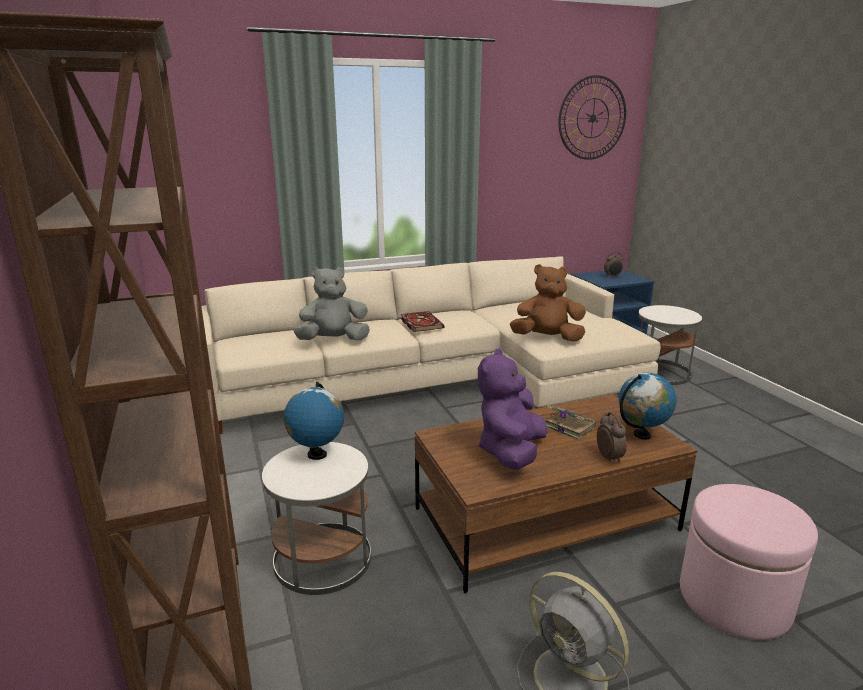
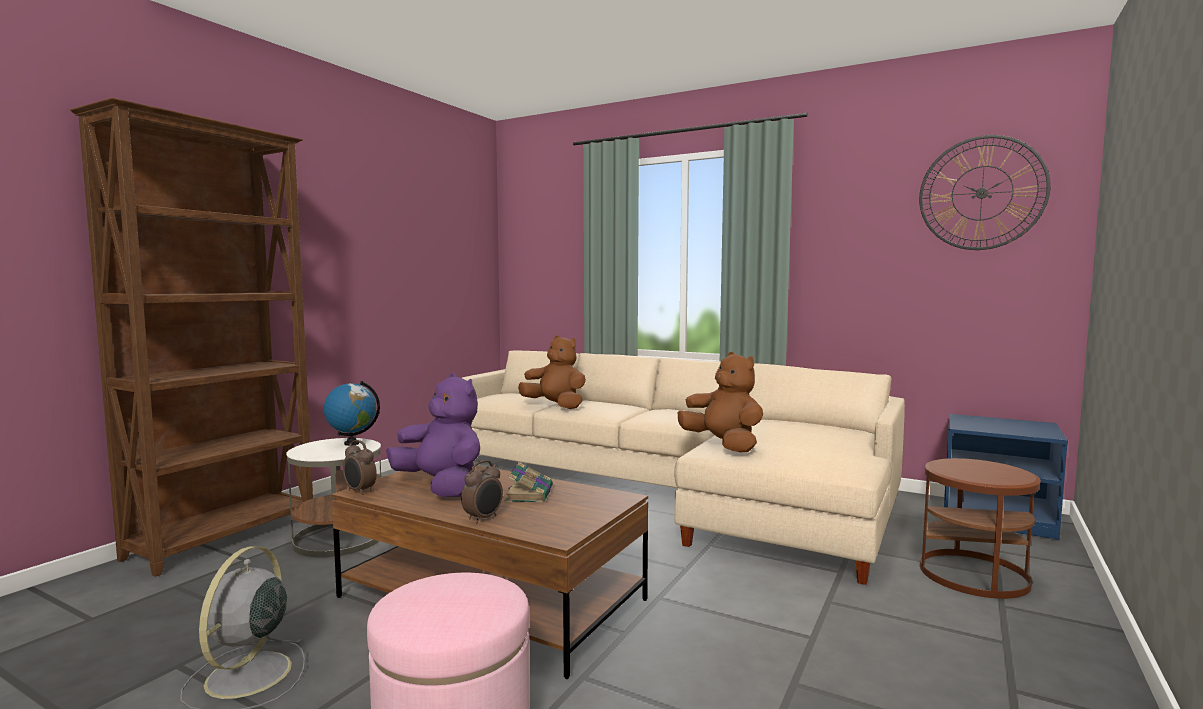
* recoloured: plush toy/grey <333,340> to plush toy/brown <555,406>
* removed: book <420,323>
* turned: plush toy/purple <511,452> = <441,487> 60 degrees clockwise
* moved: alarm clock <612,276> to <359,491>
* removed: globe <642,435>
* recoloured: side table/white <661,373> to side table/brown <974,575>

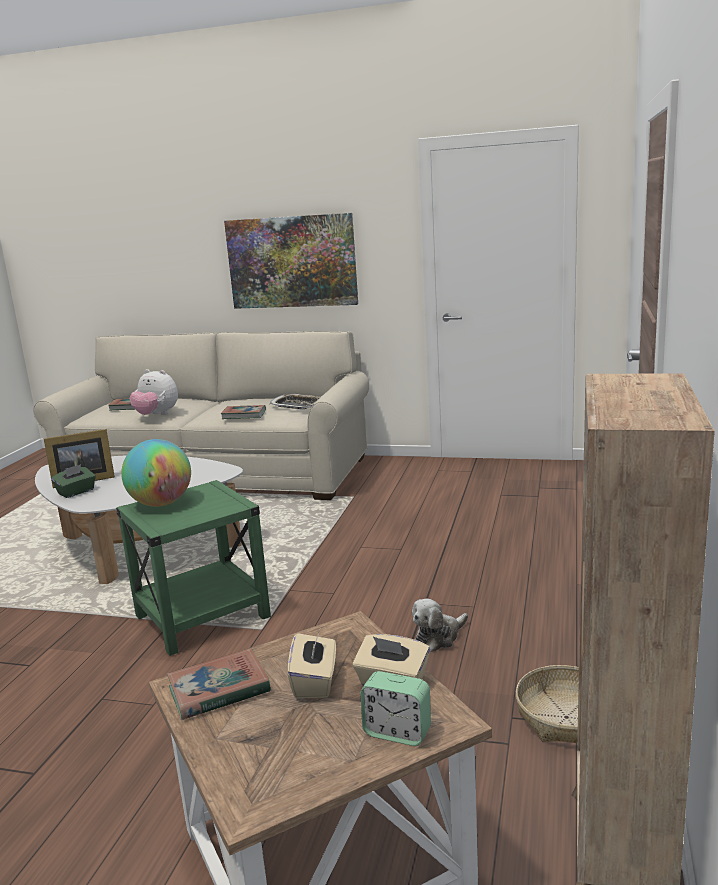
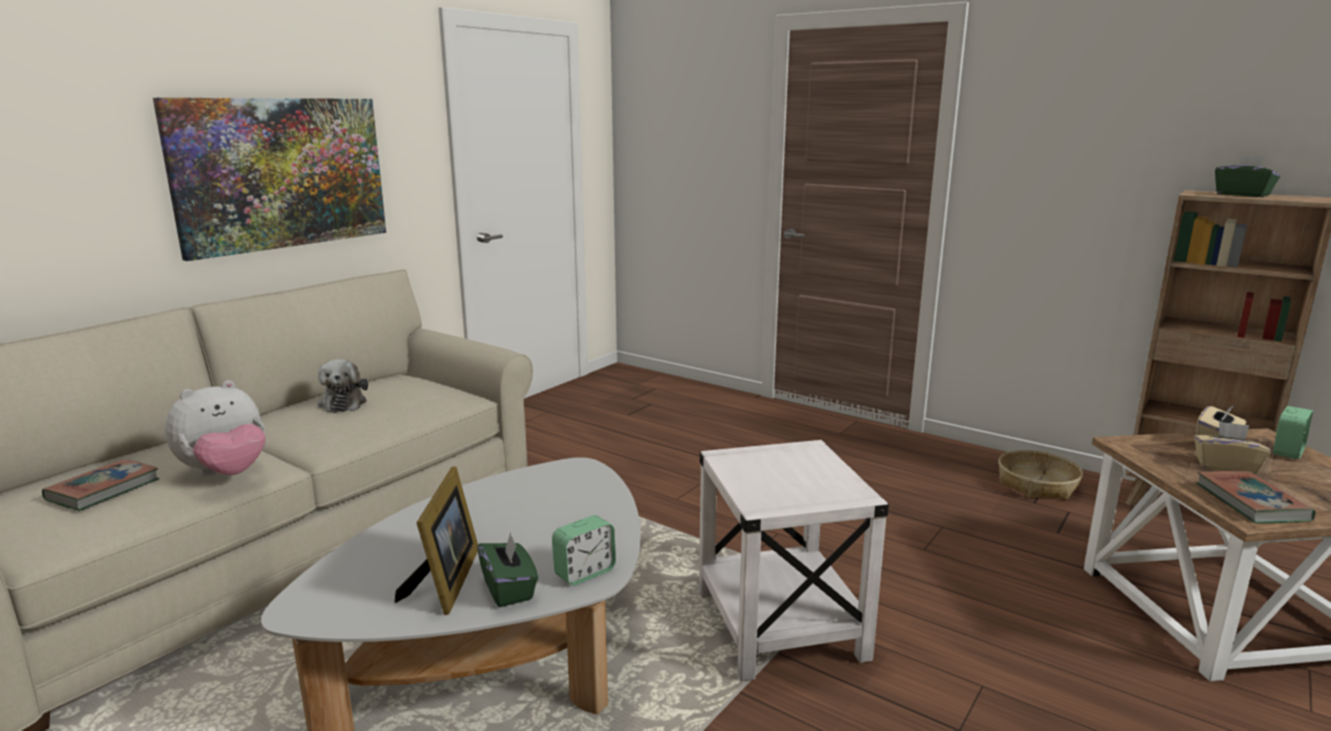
* recoloured: side table/green <203,616> to side table/white <779,624>
* removed: globe <161,504>
* removed: book <244,415>
* removed: tray <297,405>
* moved: plush toy <439,637> to <343,403>
* added: alarm clock <585,573>
* added: tissue box/green <1242,195>

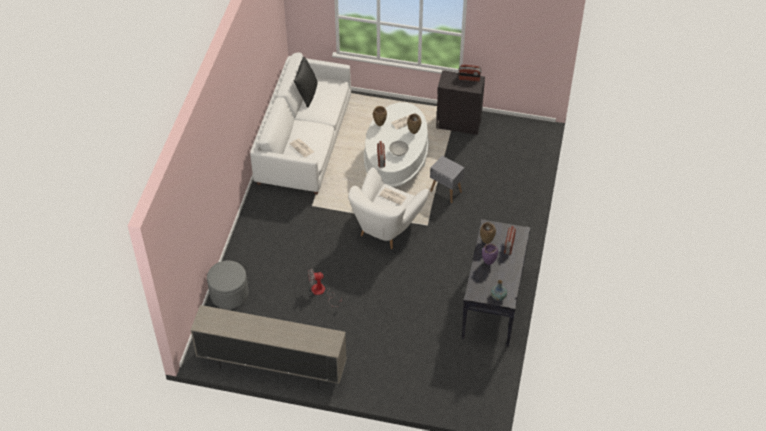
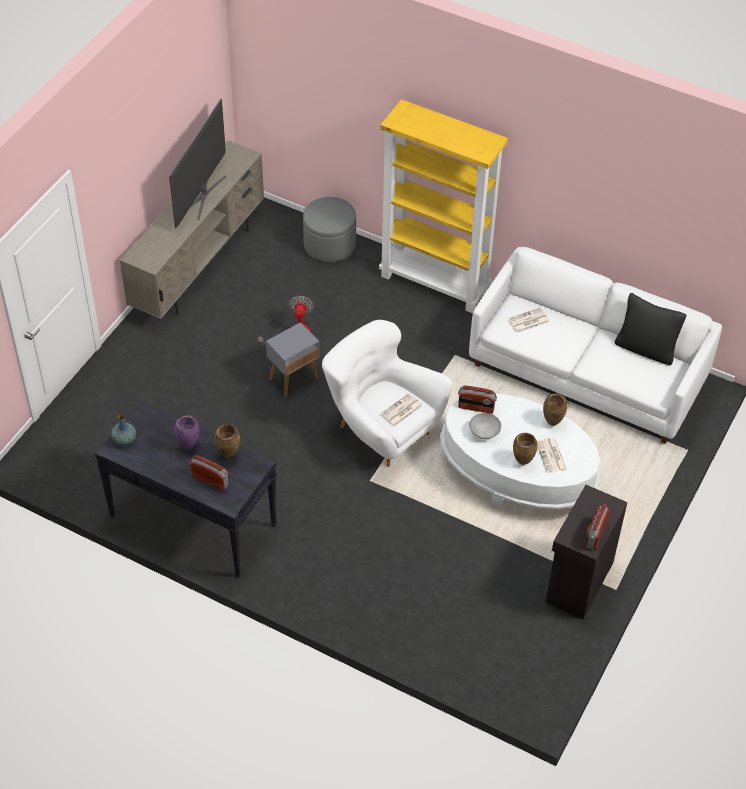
* moved: side table/grey <445,191> to <294,378>
* added: television <202,194>
* added: bookcase/yellow <435,283>

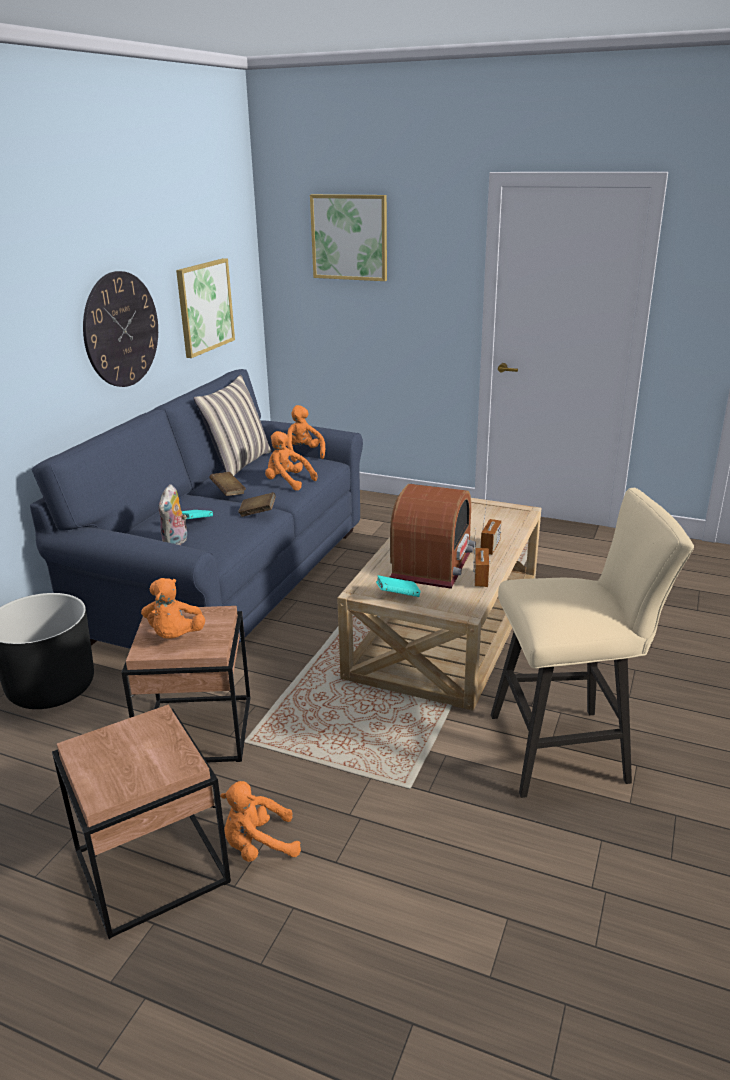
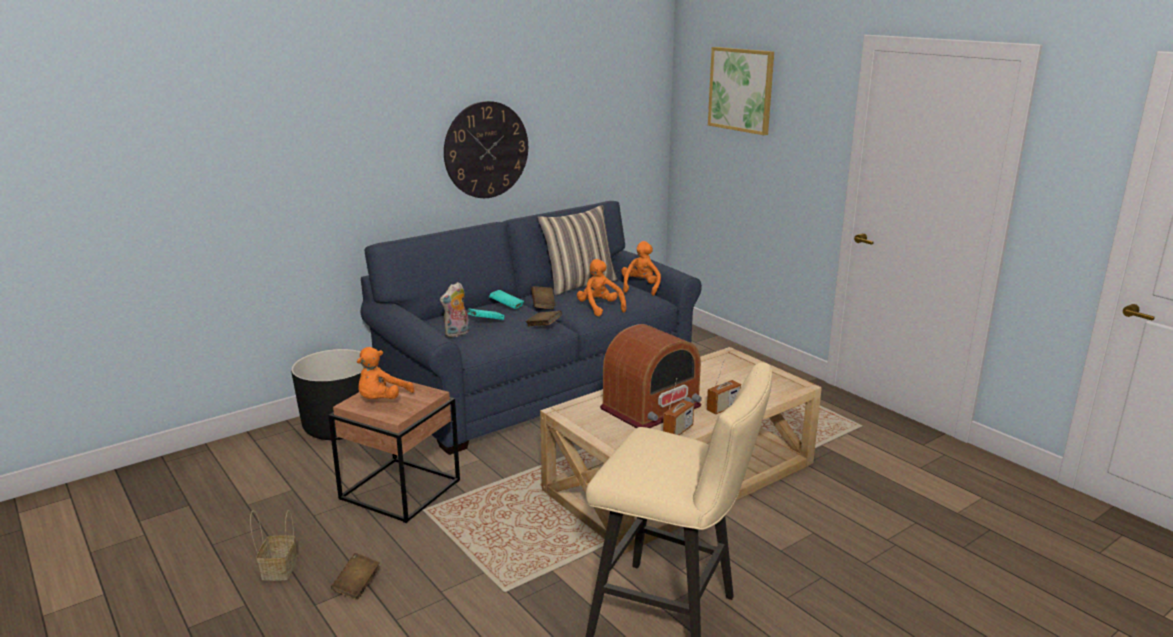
* replaced: side table/brown <150,866> to basket <279,568>
* removed: picture <204,307>
* replaced: plush toy/orange <258,846> to book/brown <357,585>
* moved: book/turquoise <398,596> to <506,307>

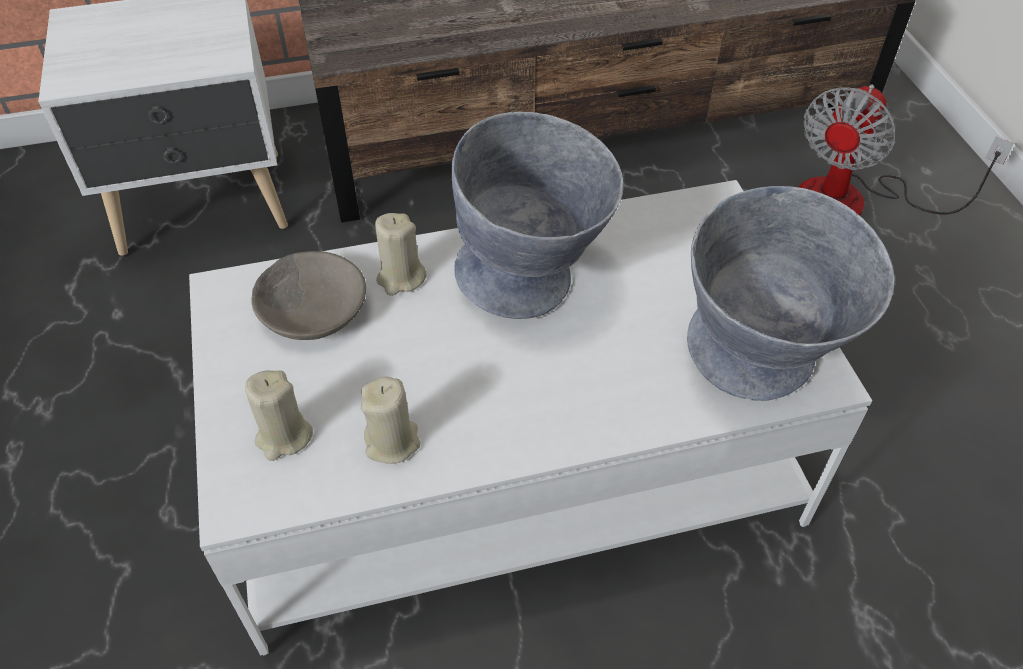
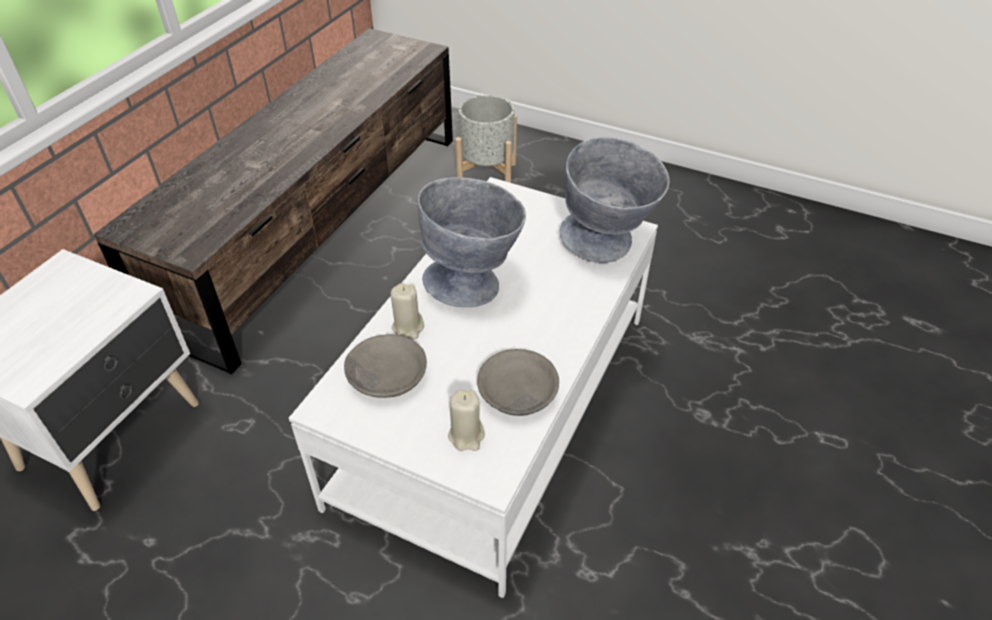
* replaced: candle/beige <392,442> to bowl/grey <517,393>
* replaced: fan <854,202> to planter/grey <486,175>

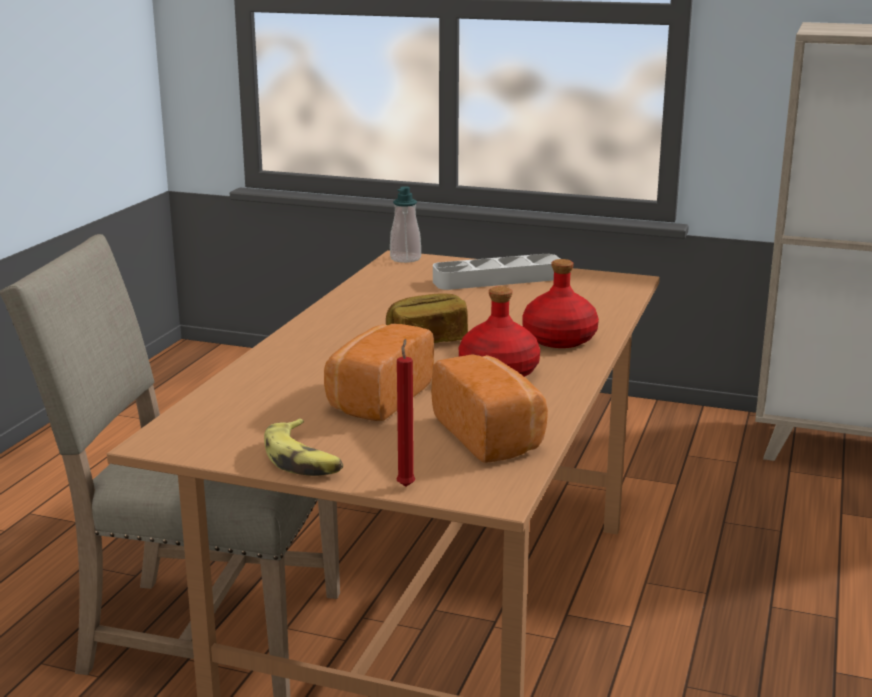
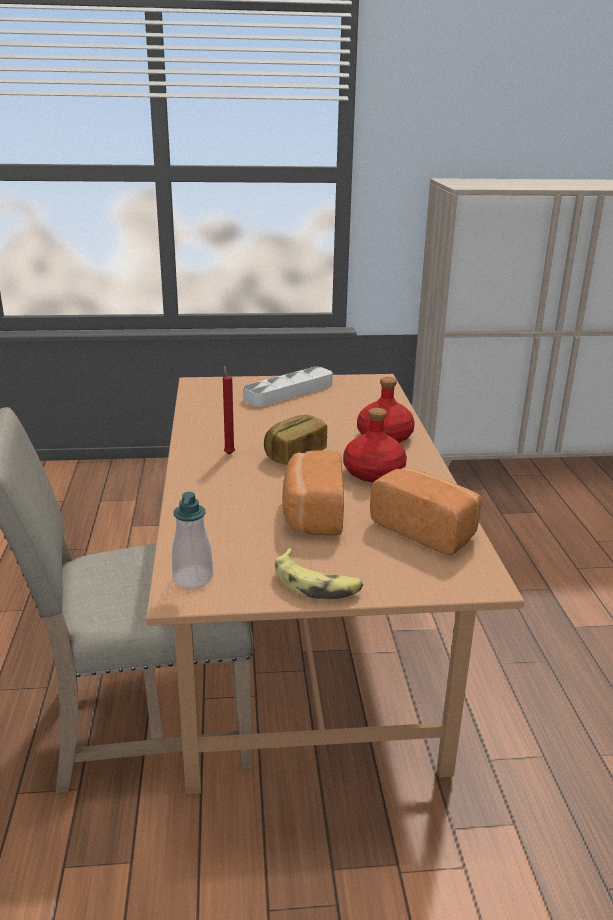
* moved: soap dispenser <405,259> to <193,578>
* moved: candle/red <406,485> to <229,453>

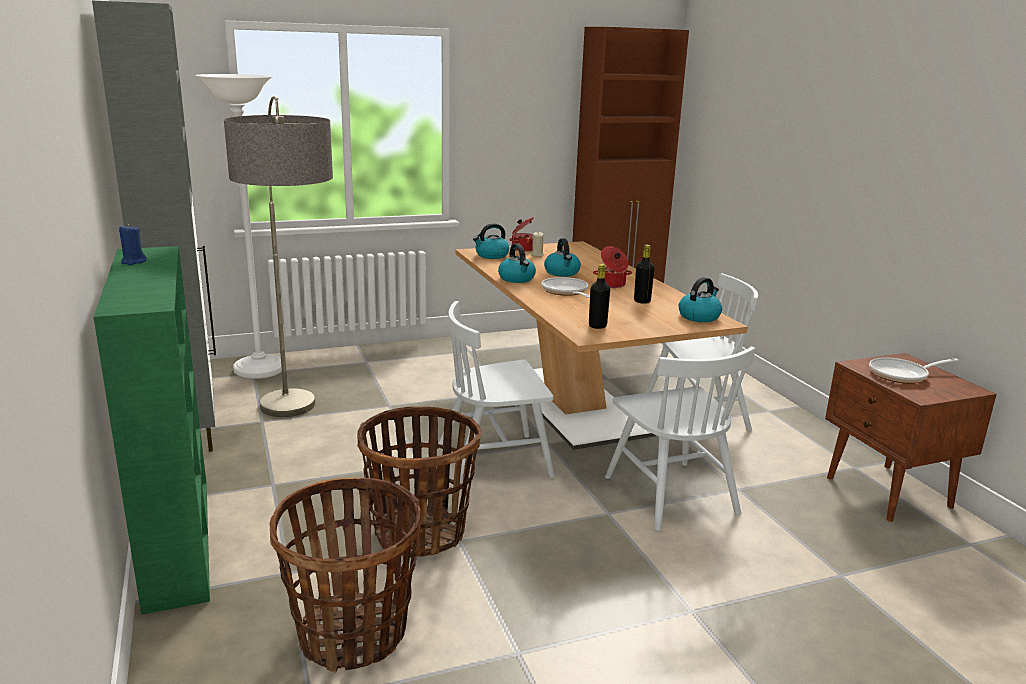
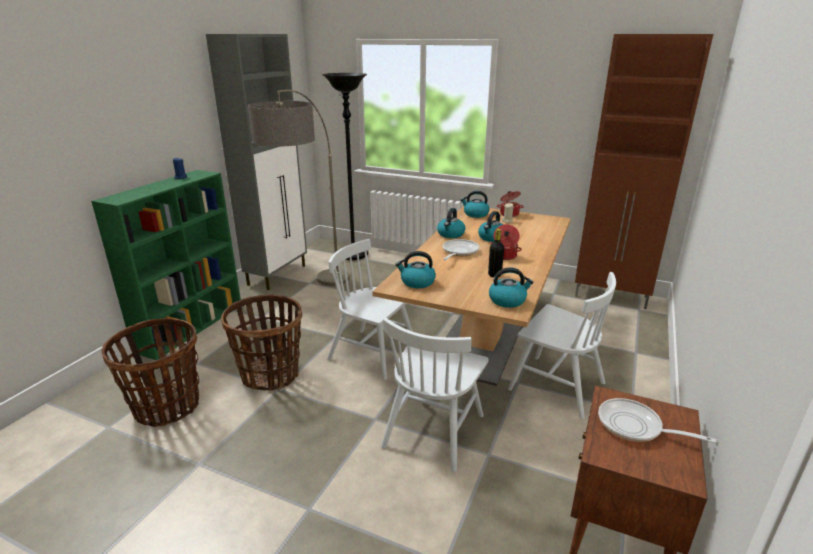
* recoloured: floor lamp/white <260,370> to floor lamp/black <353,255>
* replaced: bottle/black <597,326> to kettle <417,282>

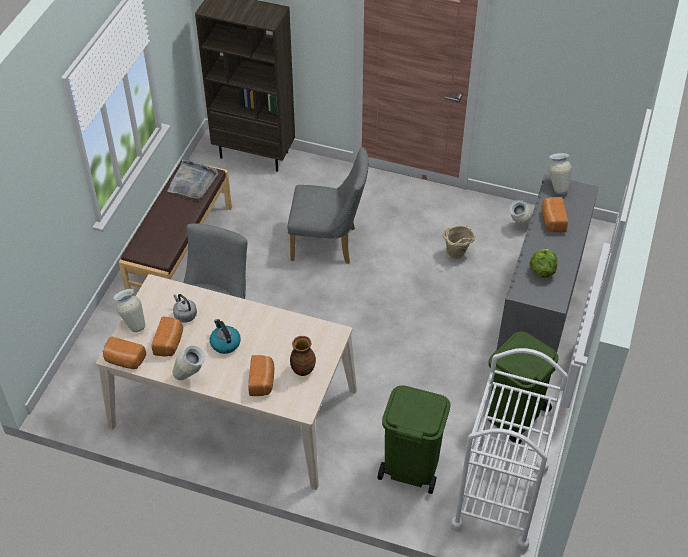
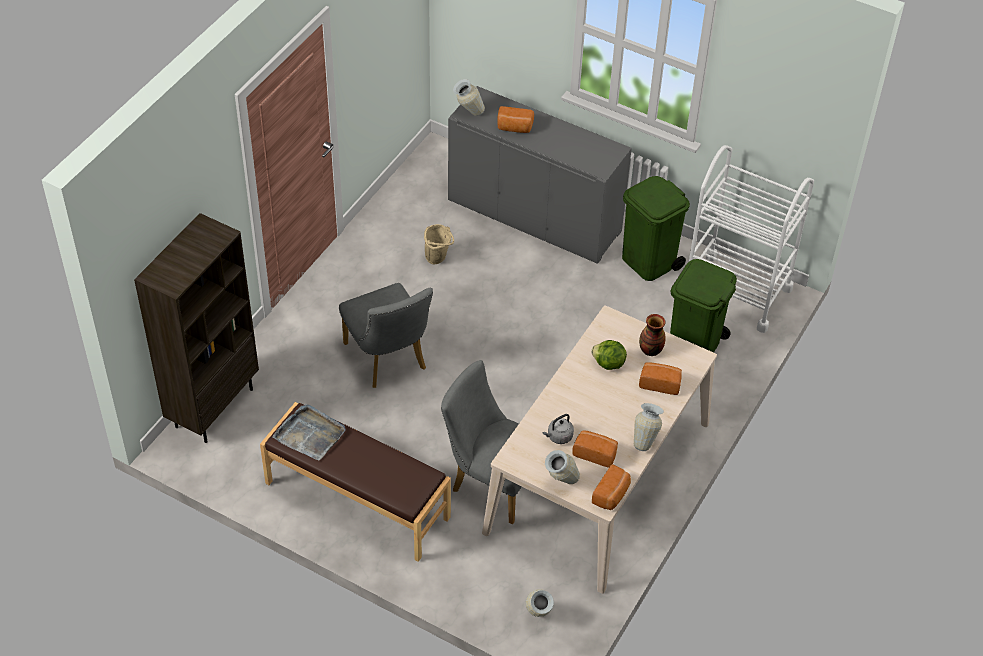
* removed: kettle <225,343>
* turned: chair/grey <329,244> = <388,360> 135 degrees clockwise
* moved: vase <518,227> to <537,617>
* moved: lettuce <542,271> to <608,364>

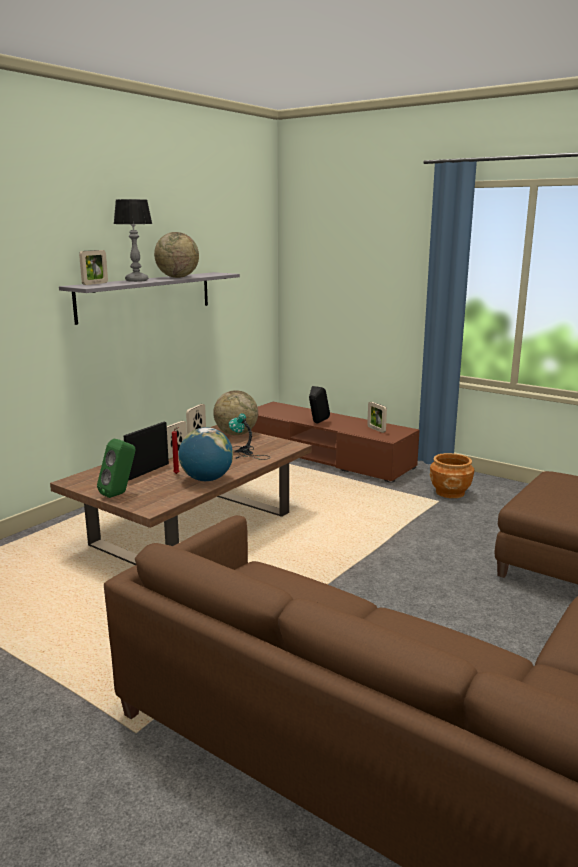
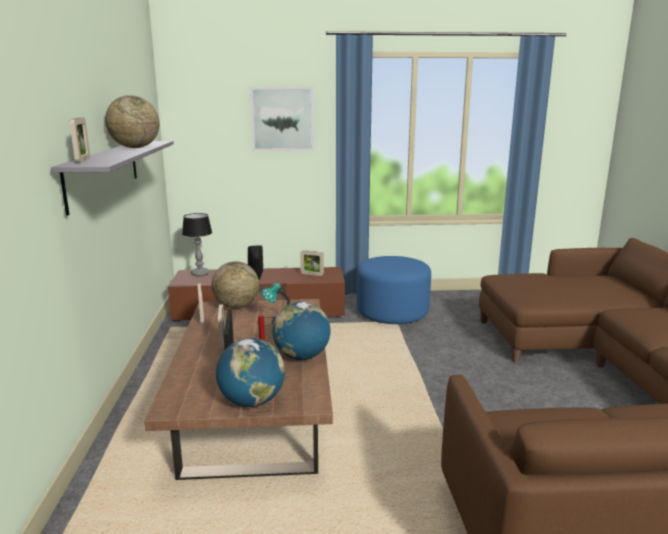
* replaced: speaker/green <120,494> to globe <252,402>
* moved: table lamp <137,280> to <200,274>
* replaced: planter/brown <450,492> to ottoman/blue <392,312>
* added: picture <282,119>

